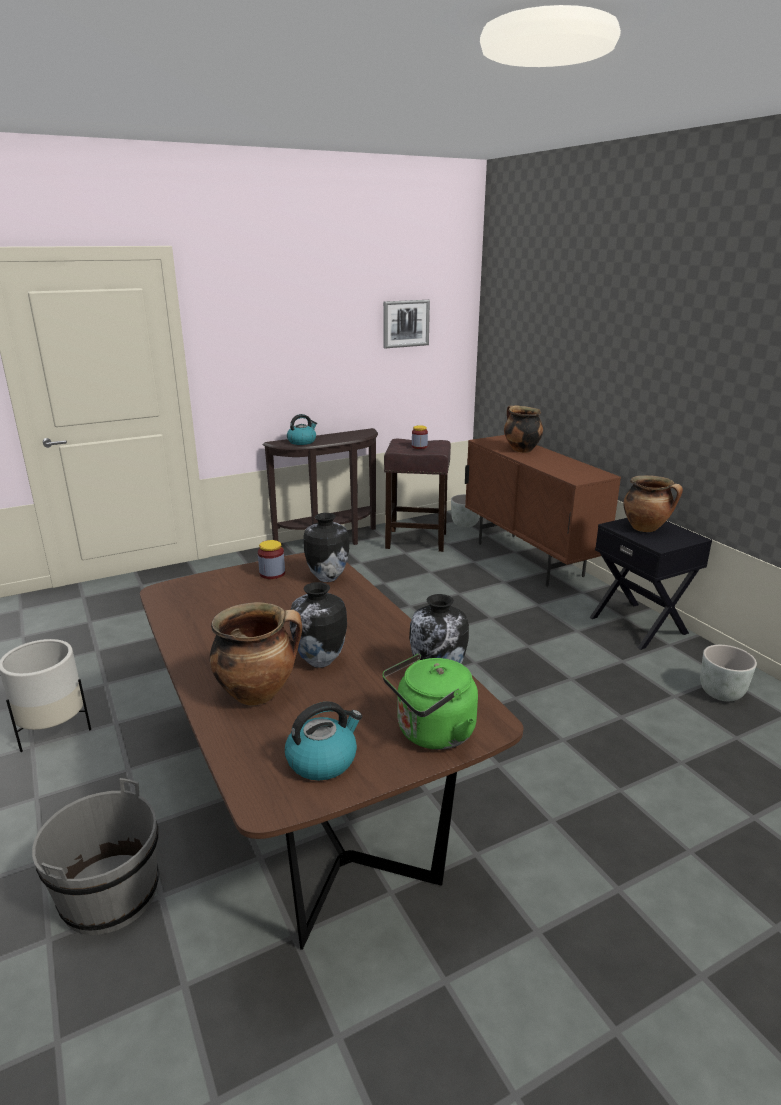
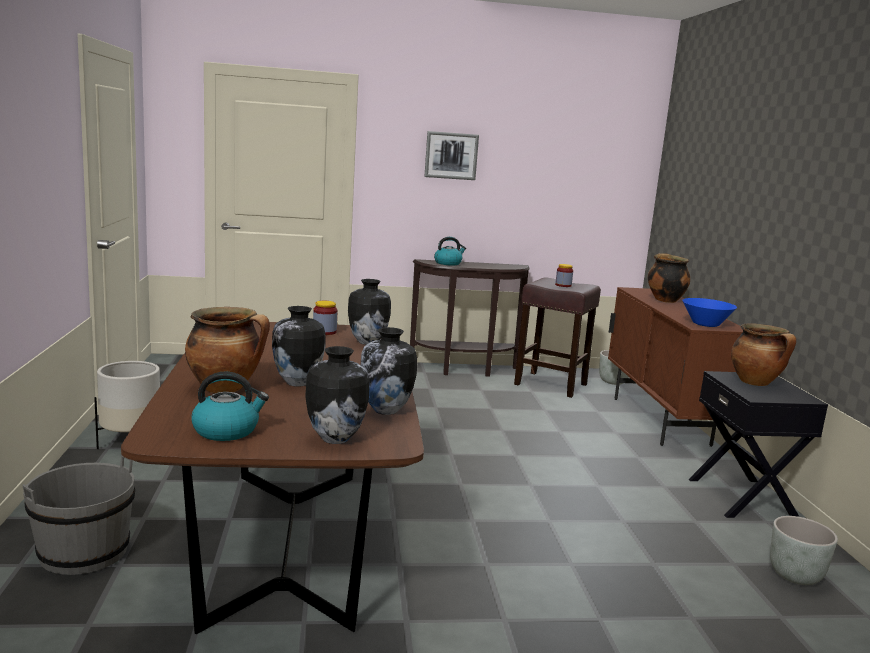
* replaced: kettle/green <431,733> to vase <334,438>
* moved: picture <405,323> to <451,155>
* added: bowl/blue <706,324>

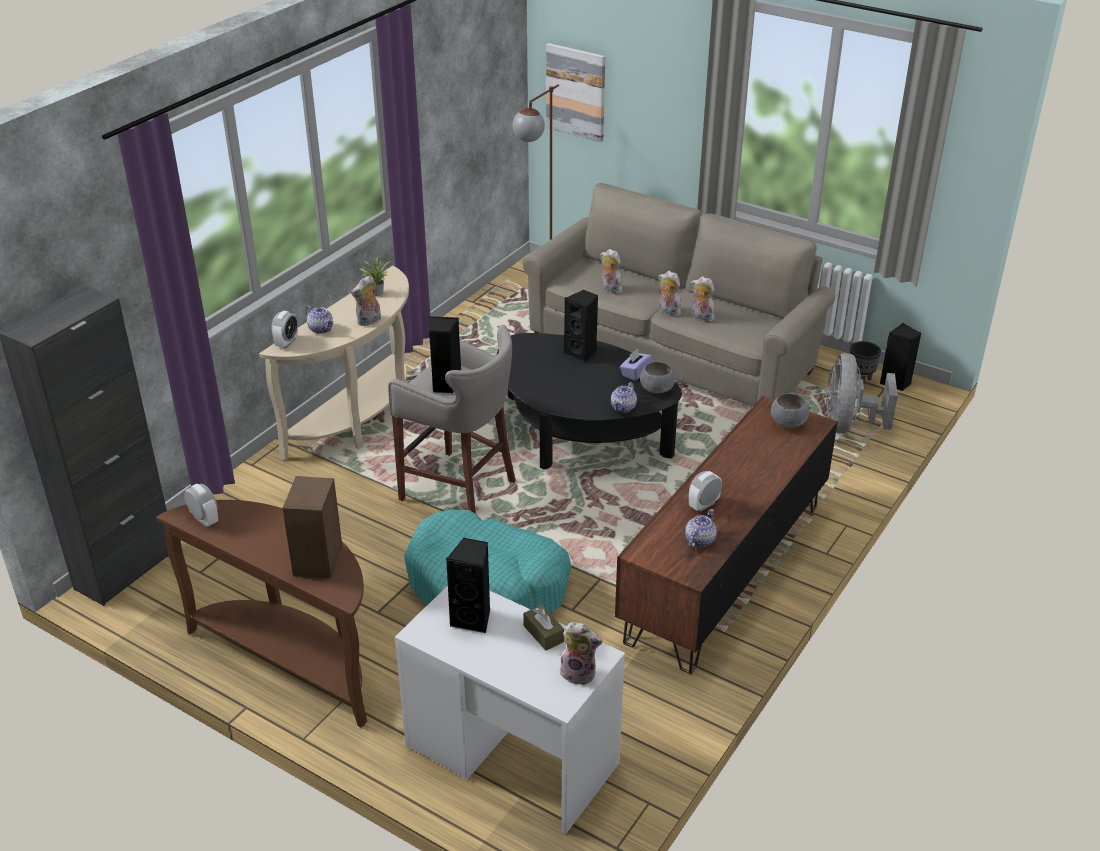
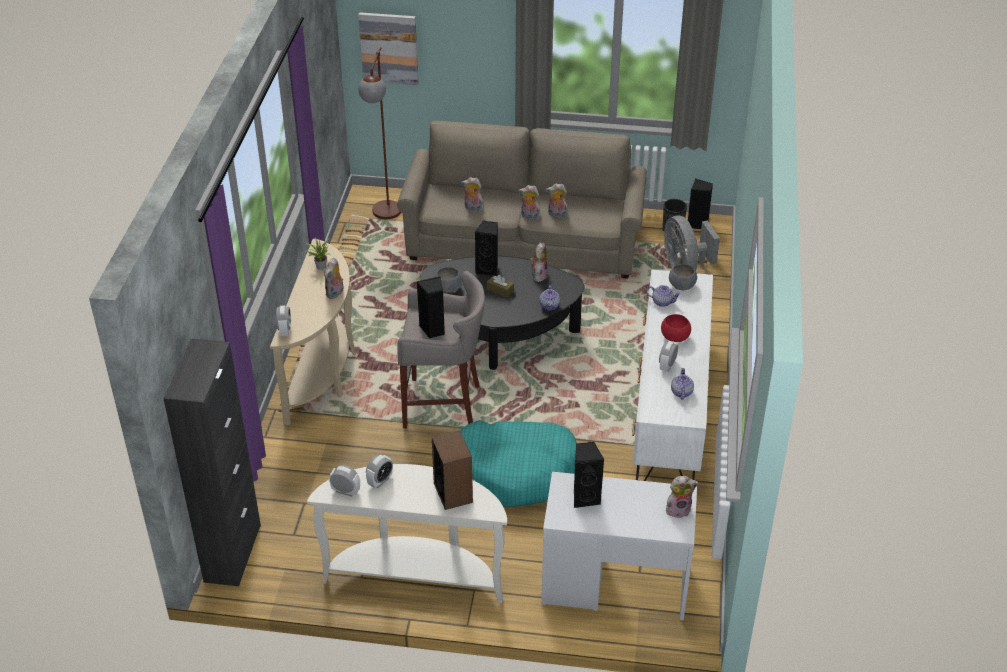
* recoloured: console table/brown <293,659> to console table/white <416,573>
* moved: teapot <321,329> to <662,302>
* moved: tissue box/brown <543,634> to <500,290>
* recoloured: tv stand/brown <724,572> to tv stand/white <669,407>
* replaced: tissue box/purple <635,373> to plush toy <538,275>
* moved: bowl/grey <657,389> to <448,288>
* added: alarm clock <380,481>
* added: bowl/red <675,337>

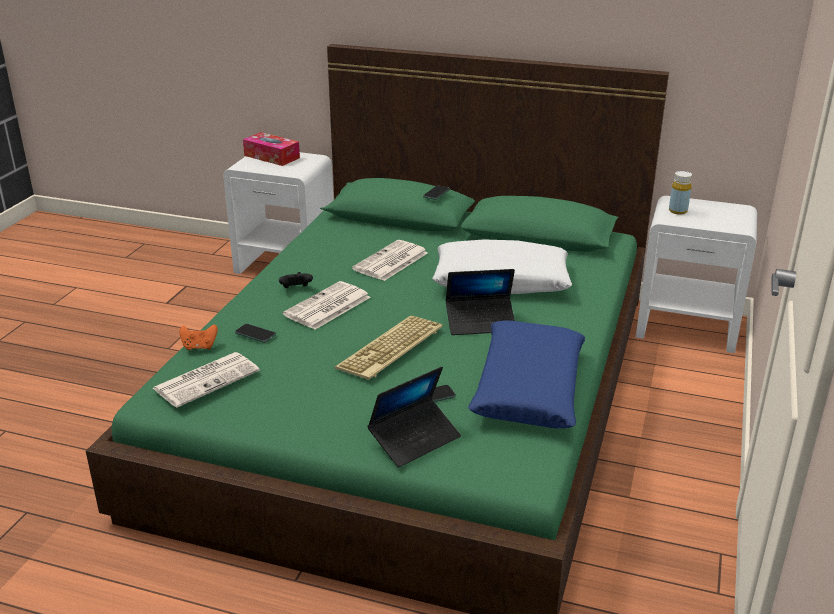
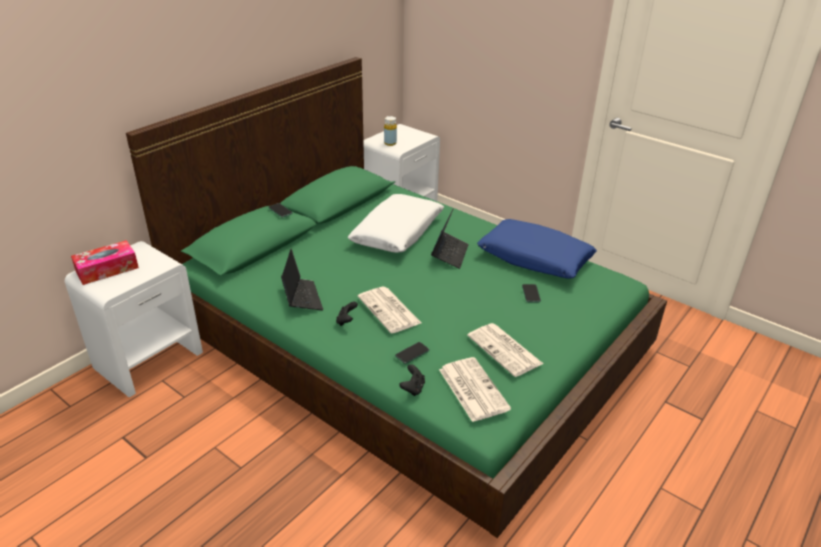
* recoloured: game controller/orange <199,347> to game controller/black <413,388>
* removed: keyboard <391,349>
* moved: newspaper <390,262> to <505,350>
* moved: laptop <414,439> to <302,298>

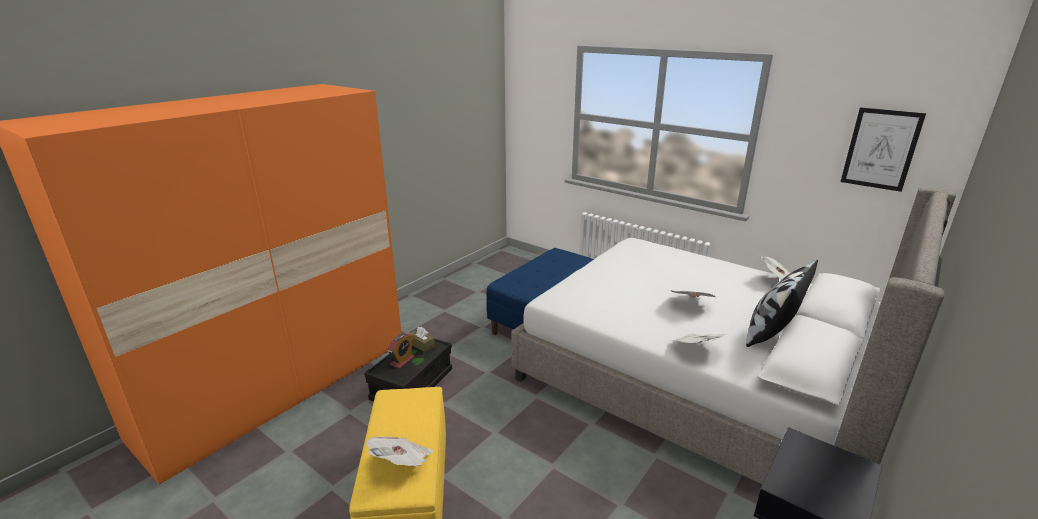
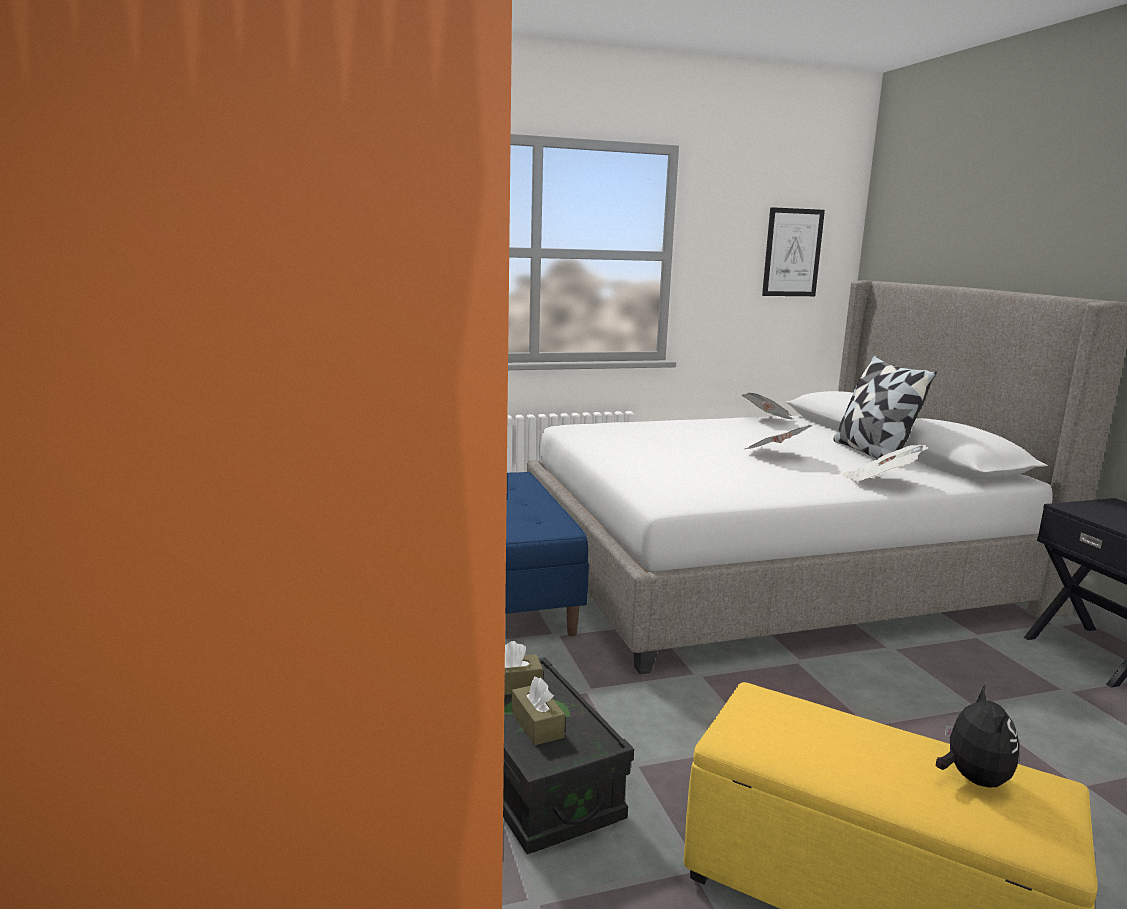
* replaced: newspaper <402,462> to plush toy <972,779>
* replaced: alarm clock <402,361> to tissue box/brown <537,725>

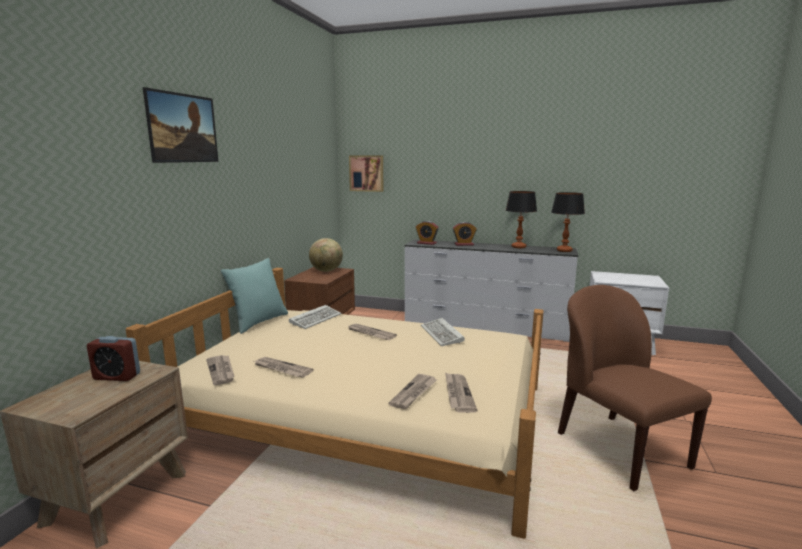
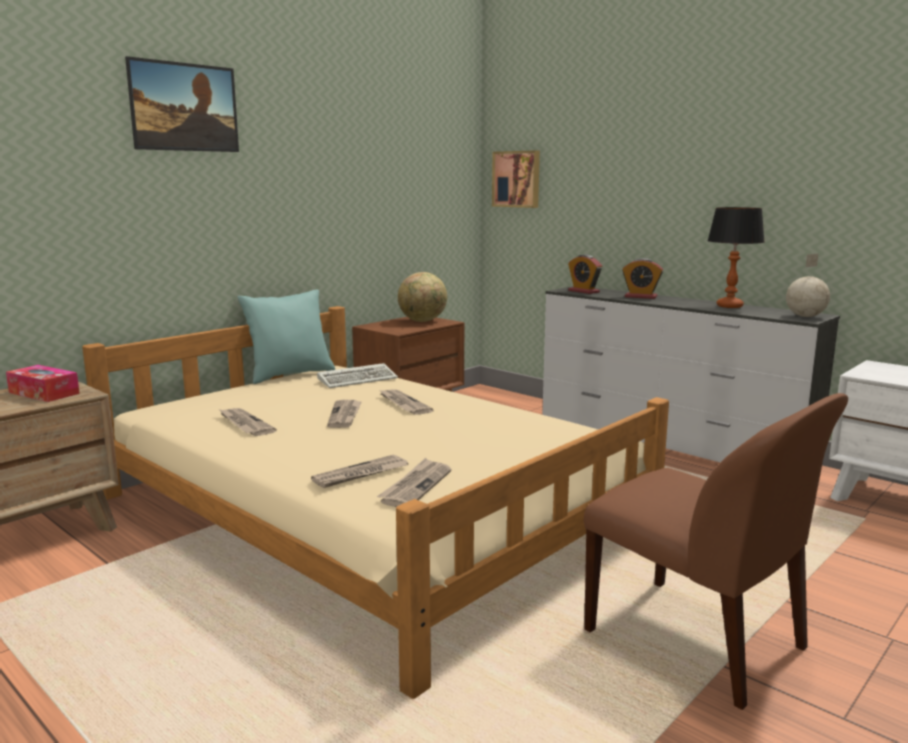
* replaced: alarm clock <117,376> to tissue box <44,393>
* moved: newspaper <221,371> to <345,415>
* removed: keyboard <443,335>
* replaced: table lamp <564,250> to globe <804,316>
* turned: chair/brown <619,448> = <698,641> 135 degrees clockwise

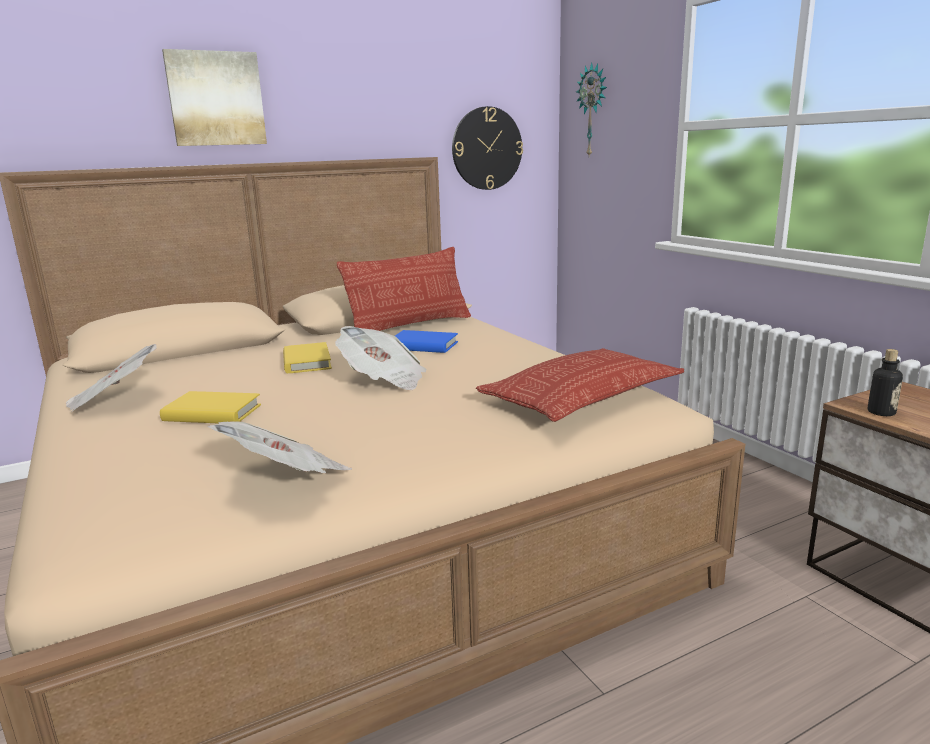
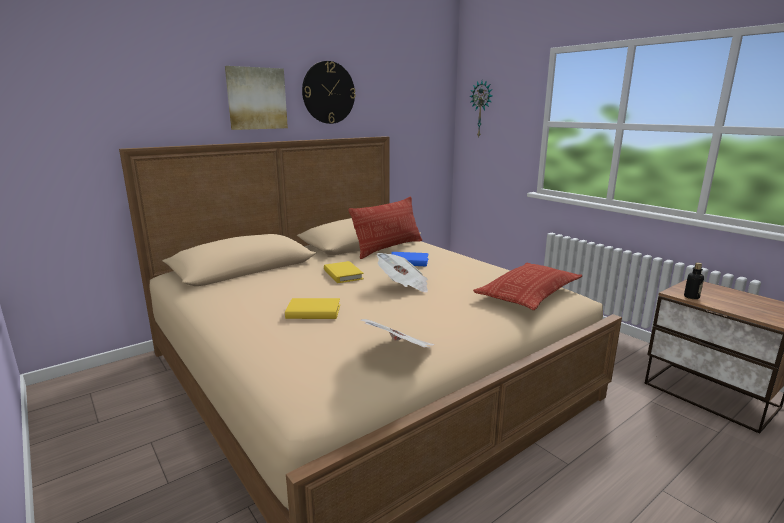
* removed: newspaper <113,401>
* moved: wall clock <487,148> to <328,92>

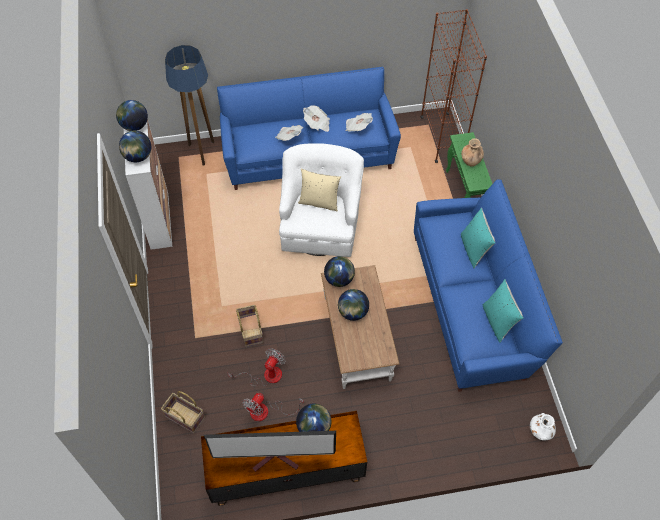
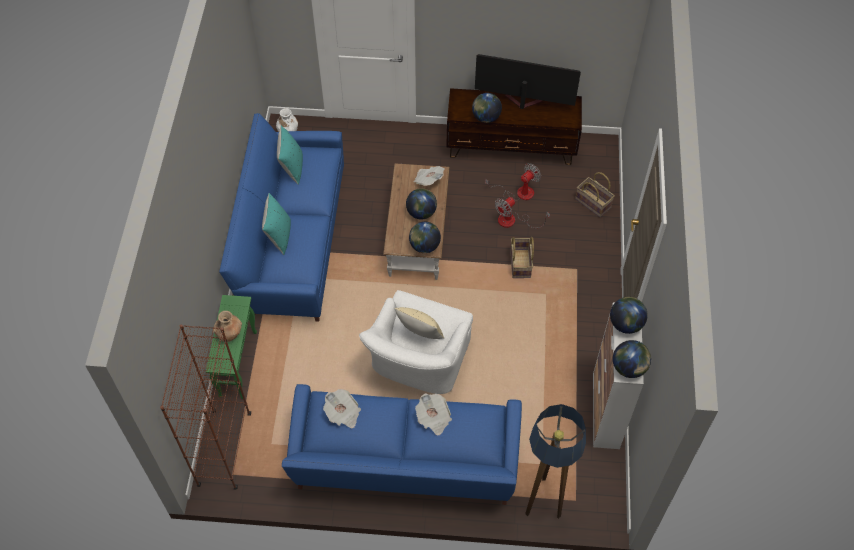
* moved: newspaper <317,124> to <428,180>

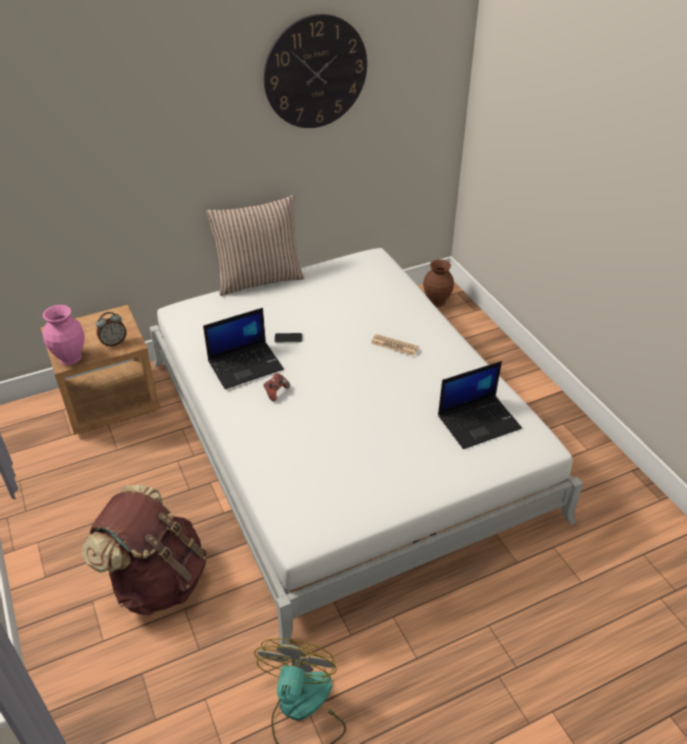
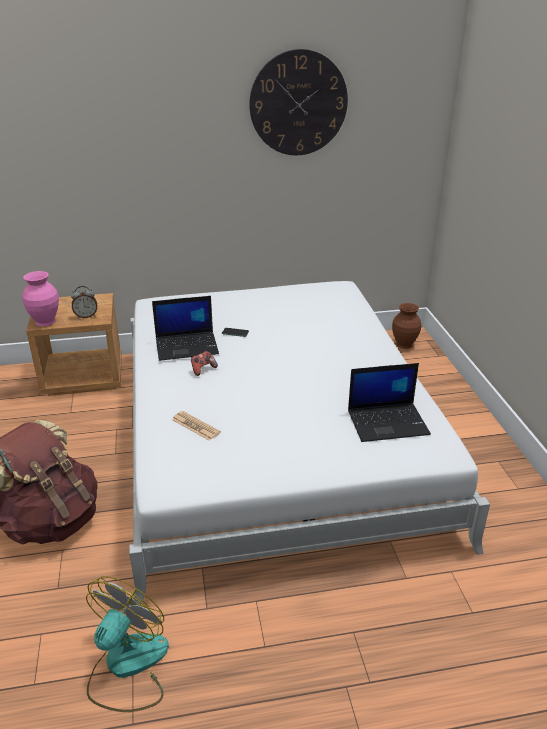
* removed: pillow <259,279>
* moved: newspaper <394,345> to <195,426>

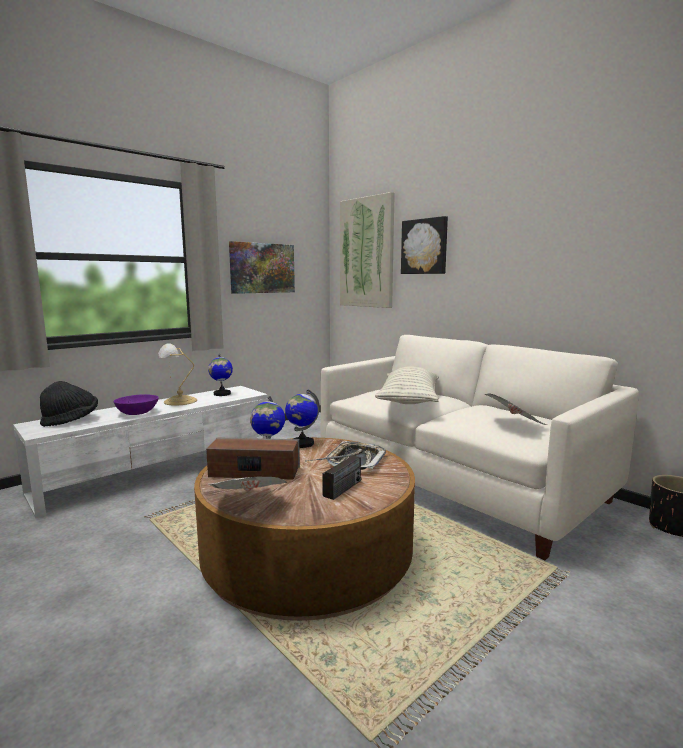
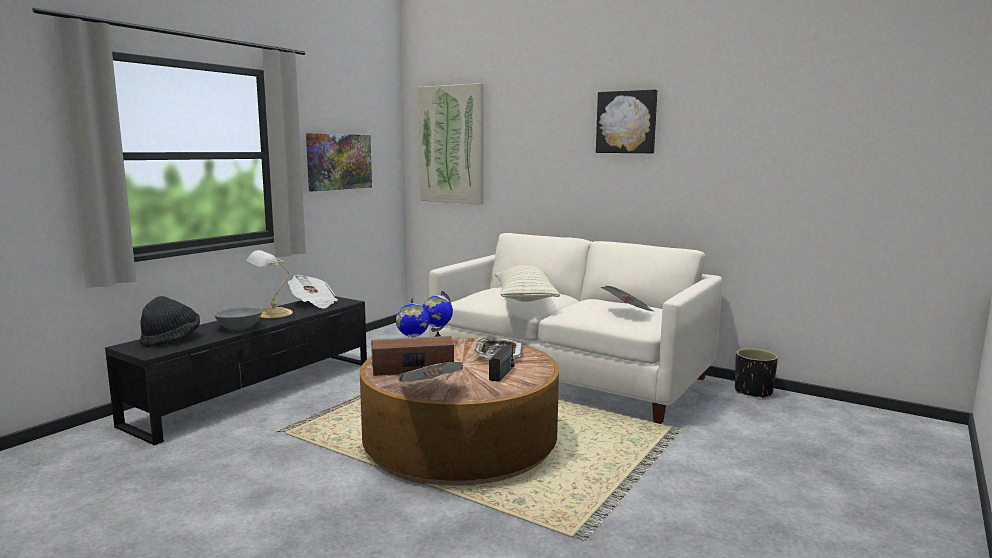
* recoloured: tv stand/white <161,470> to tv stand/black <258,391>
* recoloured: bowl/purple <138,413> to bowl/grey <240,327>
* replaced: globe <222,394> to newspaper <313,304>
* moved: picture <425,246> to <626,122>

